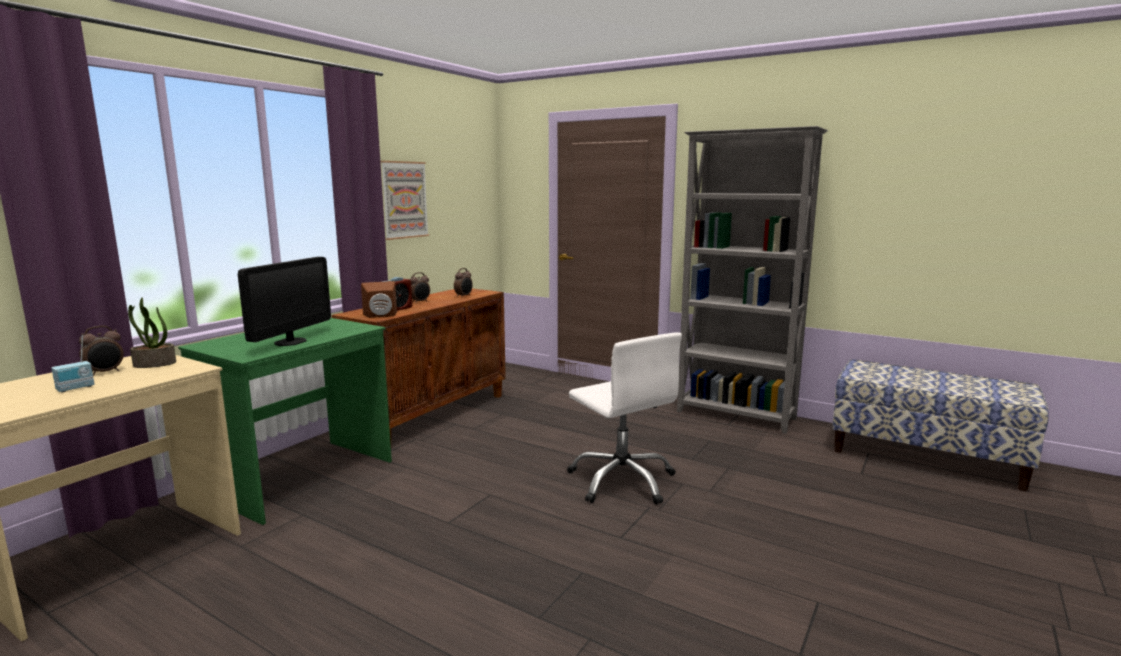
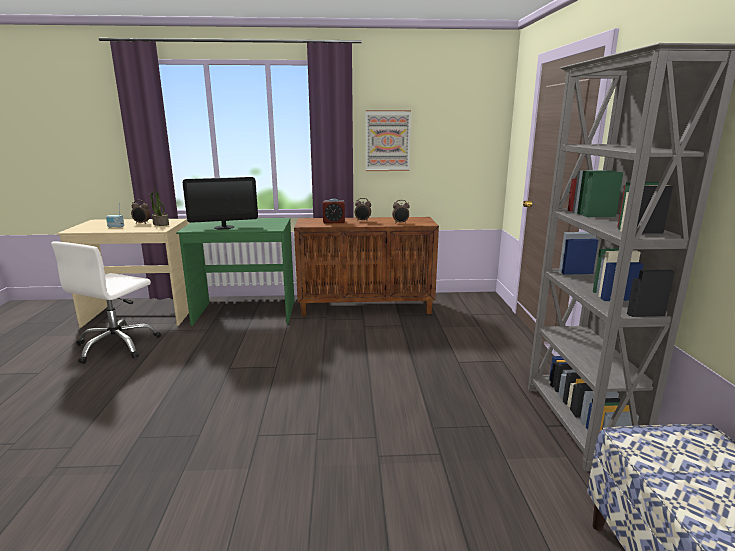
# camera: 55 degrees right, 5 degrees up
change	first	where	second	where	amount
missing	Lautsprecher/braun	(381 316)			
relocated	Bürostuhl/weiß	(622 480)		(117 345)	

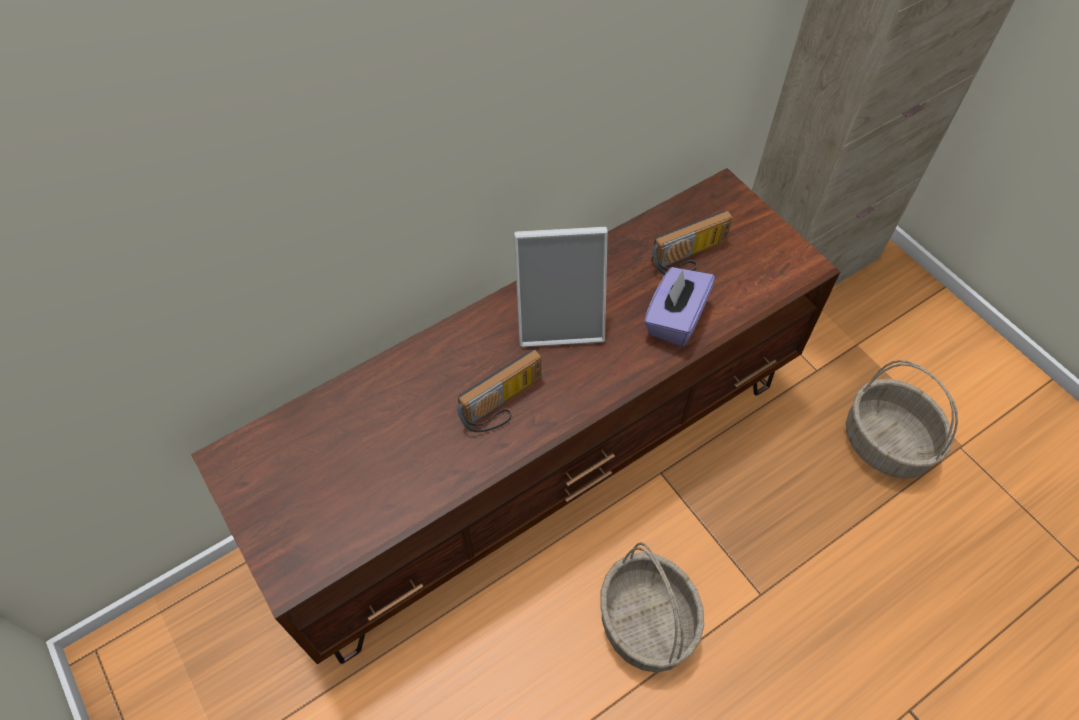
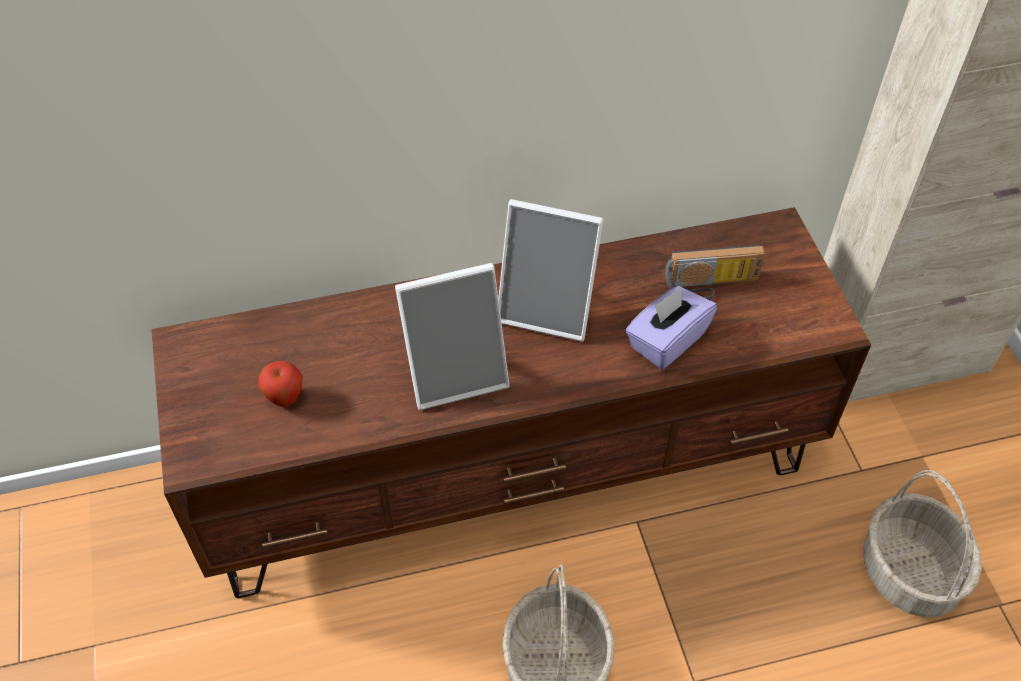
# camera: 20 degrees right, 5 degrees down
change	first	where	second	where	amount
exchanged	Radio	(504 405)	Bilderrahmen	(456 372)	
appeared			Apfel	(285 398)	

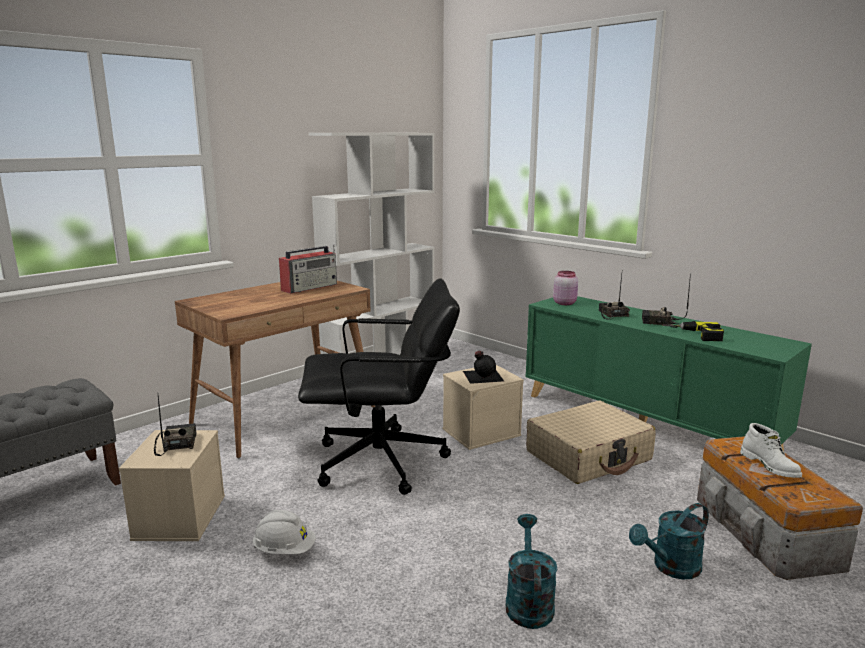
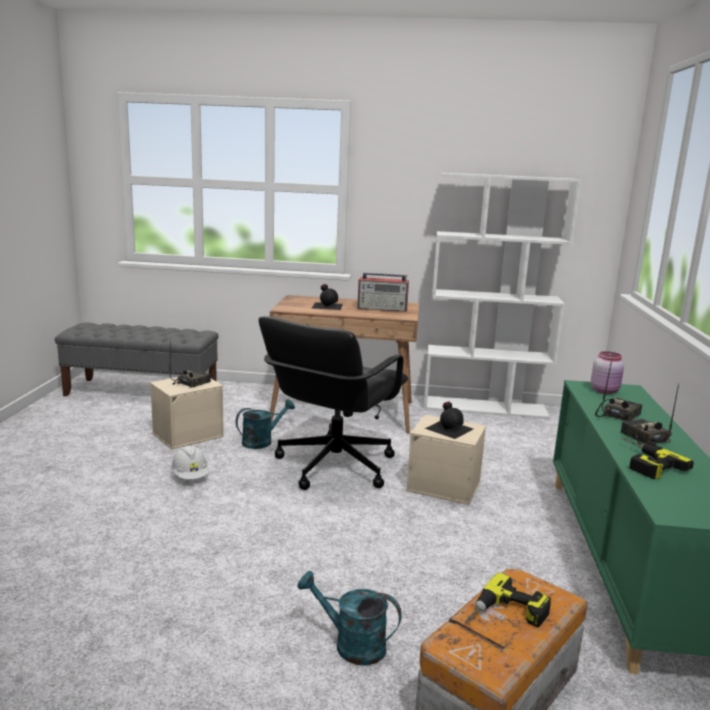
# camera: 50 degrees right, 0 degrees up
change	first	where	second	where	amount
spun	Bürostuhl/schwarz	(382 462)		(333 466)	75 degrees clockwise
missing	Koffer/beige	(589 456)			
exchanged	Stiefel/weiß	(770 466)	Bohrmaschine	(506 616)	
relocated	Gießkanne/türkis	(528 601)		(262 441)	
appeared			Flasche/schwarz	(327 306)	

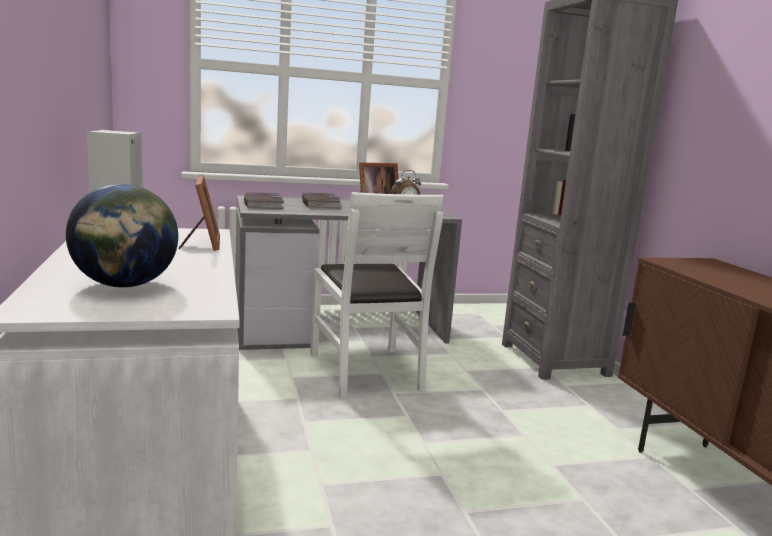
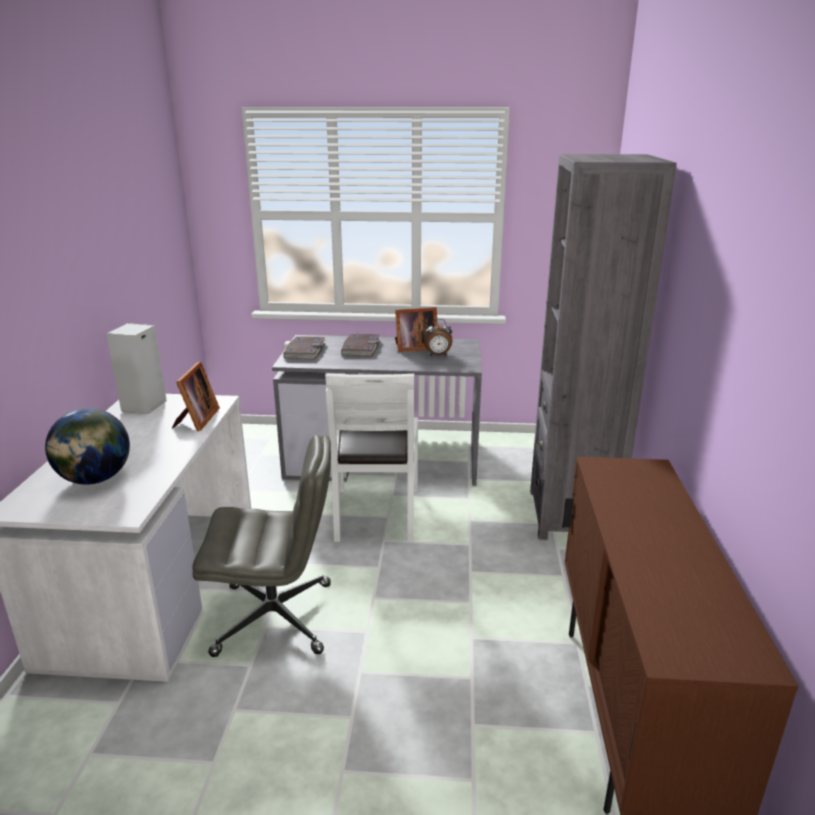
# camera: 20 degrees right, 10 degrees up
change	first	where	second	where	amount
appeared			Bürostuhl/grau	(276 618)	

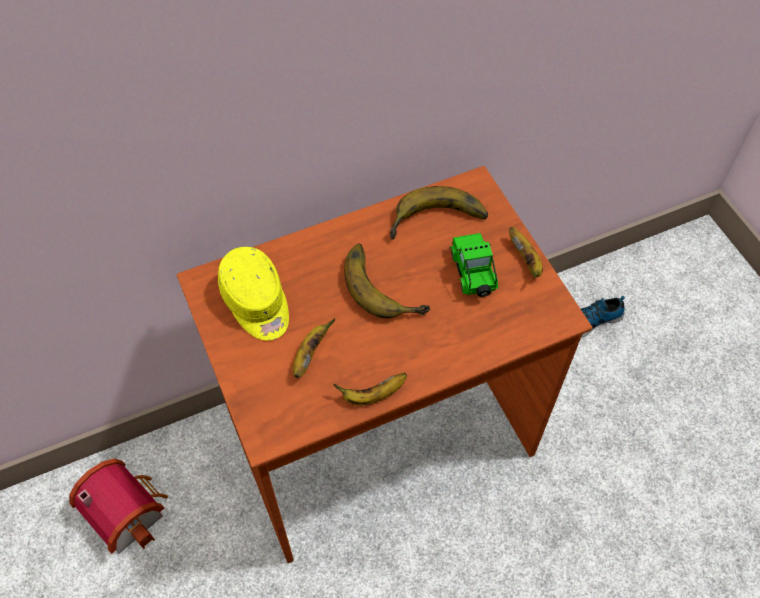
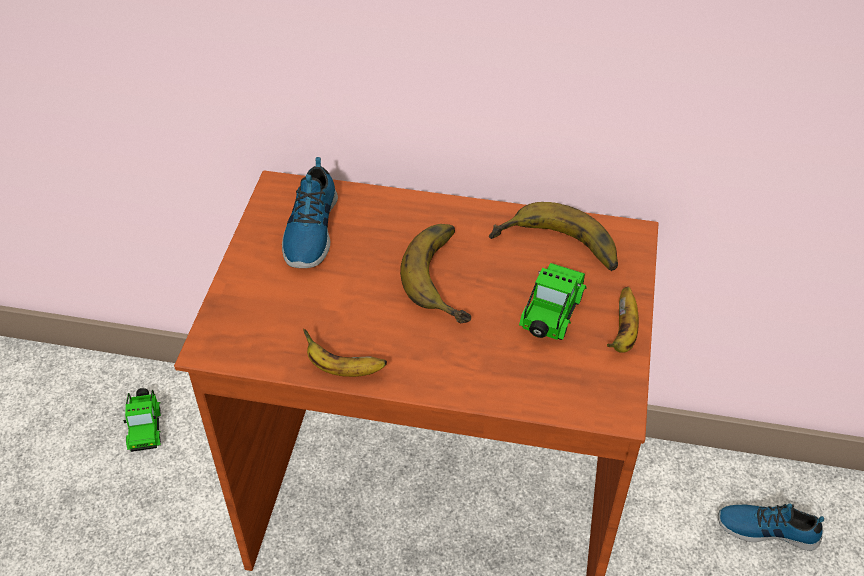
# camera: 35 degrees right, 10 degrees down
change	first	where	second	where	amount
exchanged	Kappe/gelb	(257 303)	Schuh	(309 230)	
missing	Banane	(310 354)			
exchanged	Spielzeughaus	(127 511)	Spielzeugauto	(145 427)	

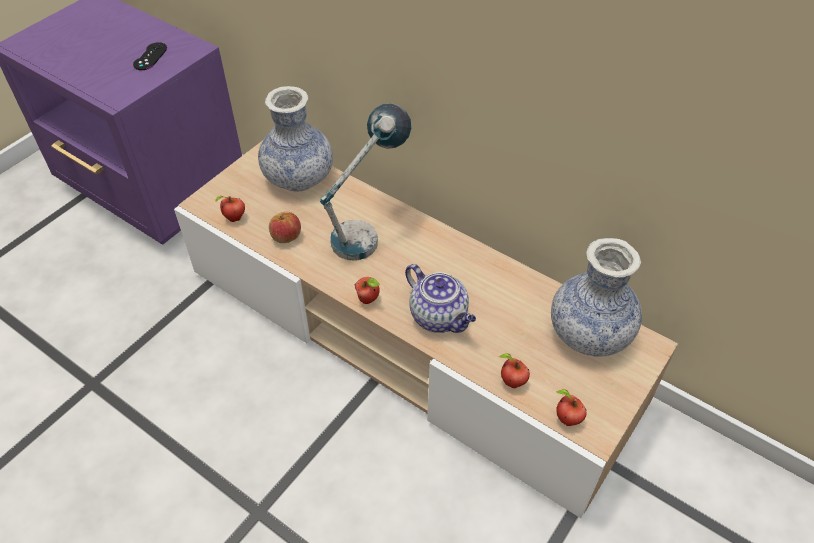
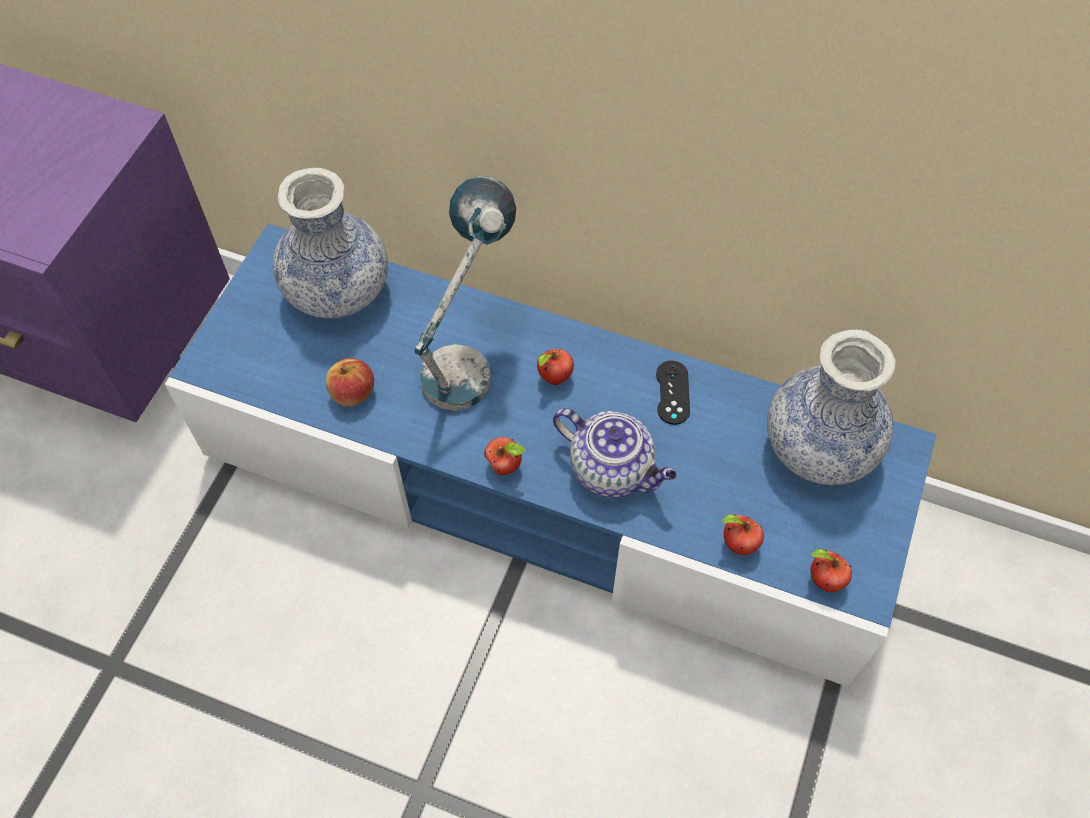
# camera: 15 degrees left, 10 degrees up
change	first	where	second	where	amount
relocated	Gamepad/schwarz	(150 56)		(672 392)	
colour	Fernsehschrank/beige	(407 336)	Fernsehschrank/blau	(545 482)	
relocated	Apfel	(234 219)		(554 378)	

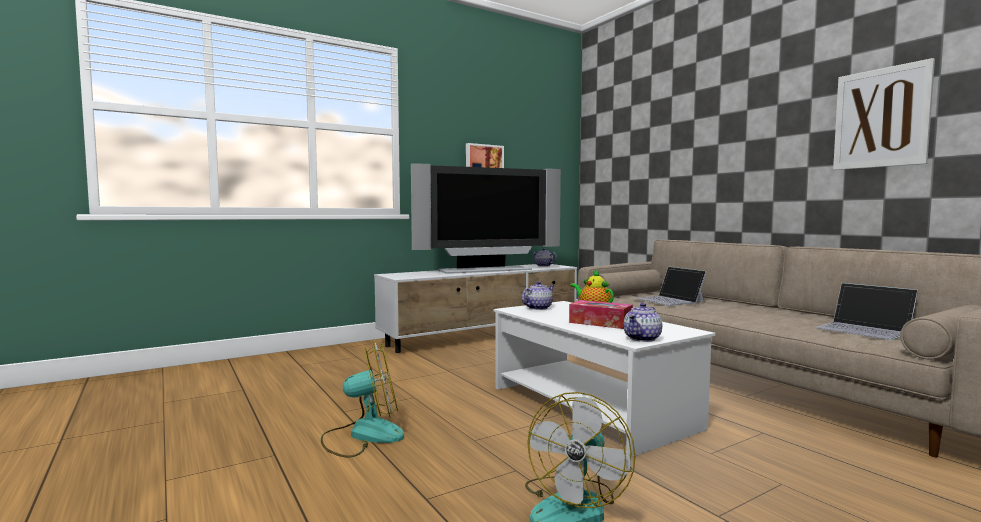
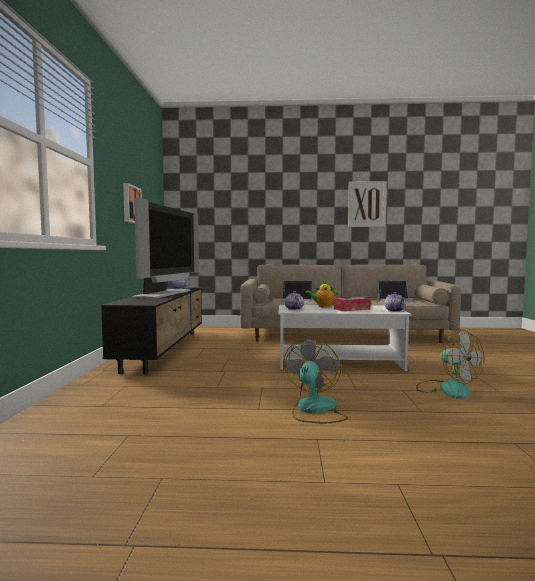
# camera: 55 degrees left, 0 degrees up
change	first	where	second	where	amount
colour	Fernsehschrank/weiß	(483 336)	Fernsehschrank/schwarz	(164 349)	

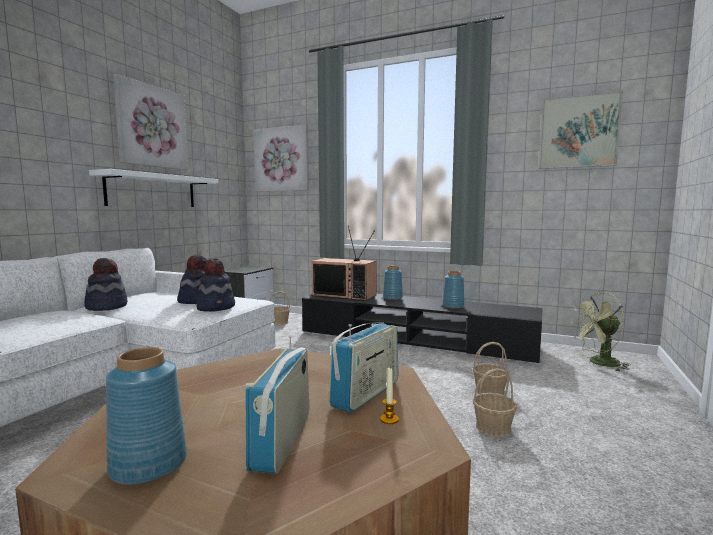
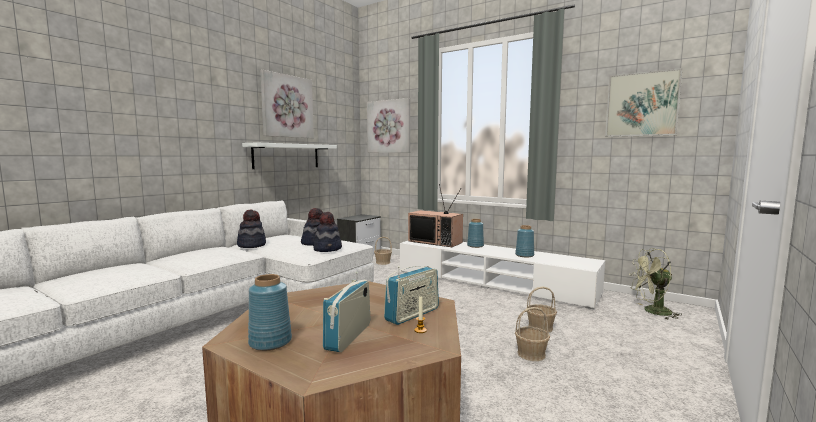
# camera: 10 degrees right, 0 degrees up
change	first	where	second	where	amount
colour	Fernsehschrank/schwarz	(415 340)	Fernsehschrank/weiß	(492 282)	

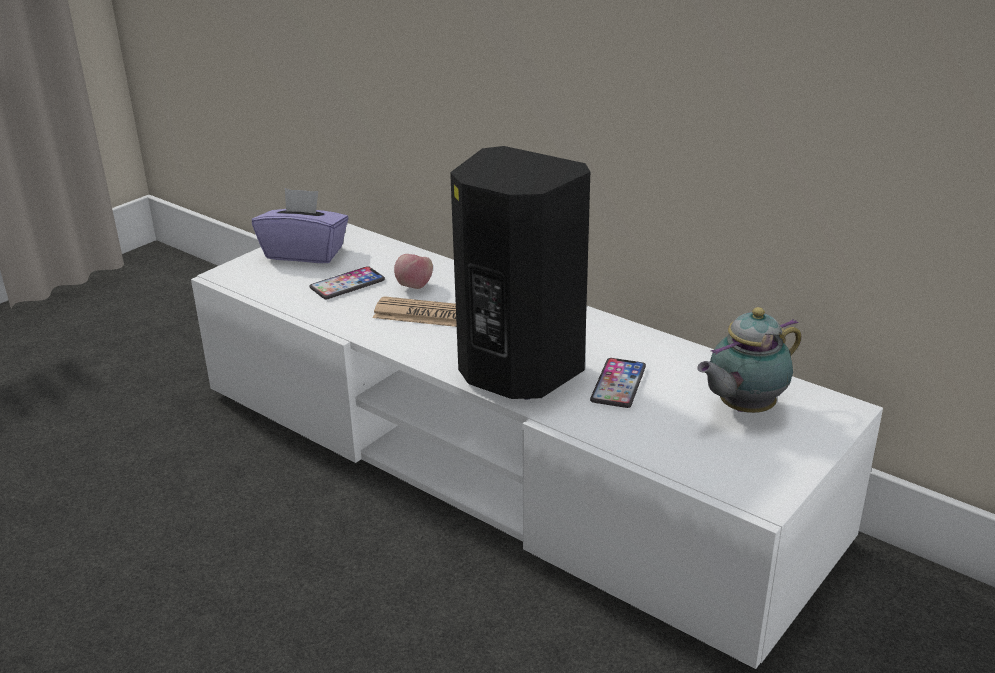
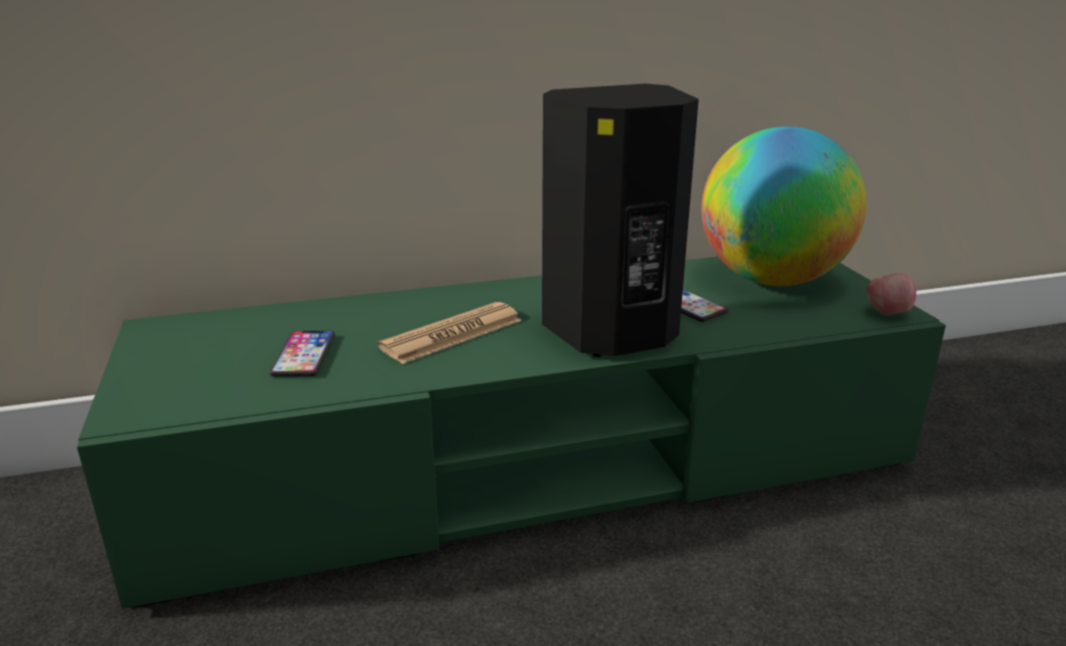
# camera: 55 degrees left, 5 degrees down
change	first	where	second	where	amount
missing	Taschentuchbox/lila	(305 253)			
colour	Fernsehschrank/weiß	(499 461)	Fernsehschrank/grün	(533 467)	
relocated	Apfel	(414 286)		(886 313)	
exchanged	Teekanne	(742 409)	Globus	(771 280)	

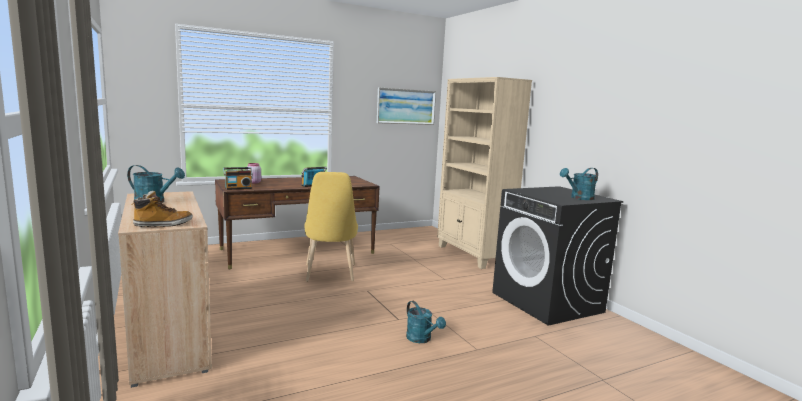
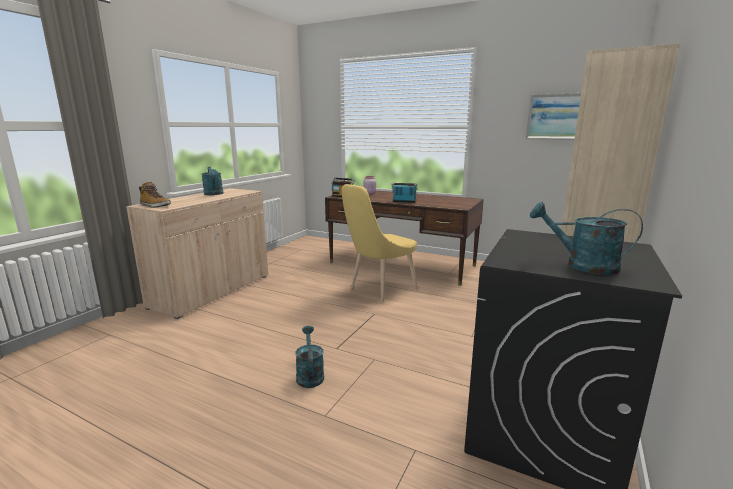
# camera: 55 degrees right, 5 degrees up
change	first	where	second	where	amount
spun	Gießkanne/türkis	(422 339)		(309 374)	150 degrees clockwise

